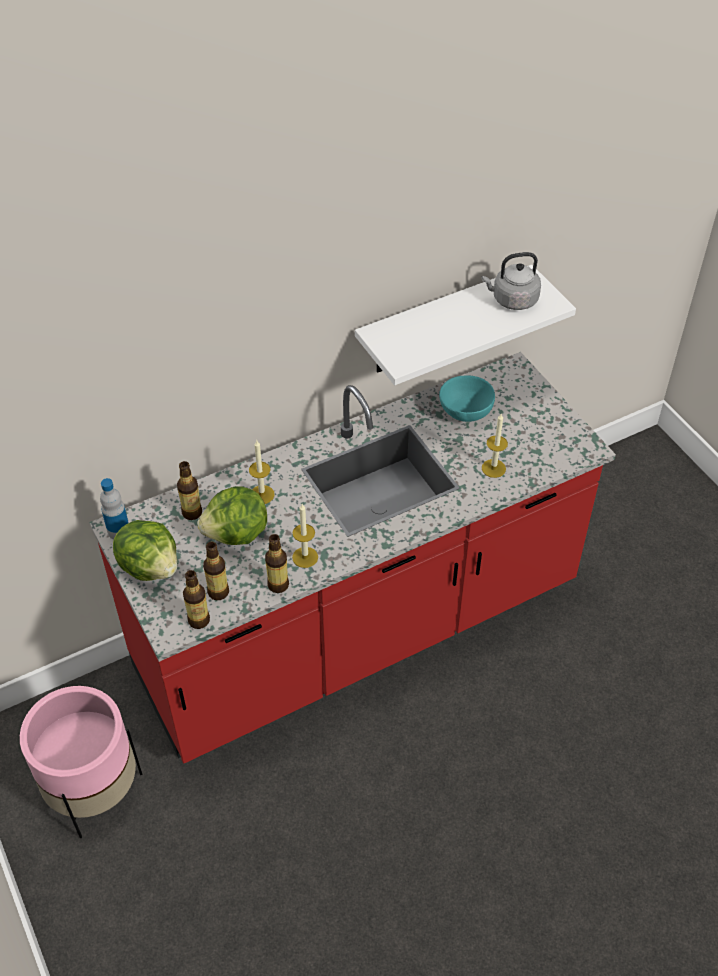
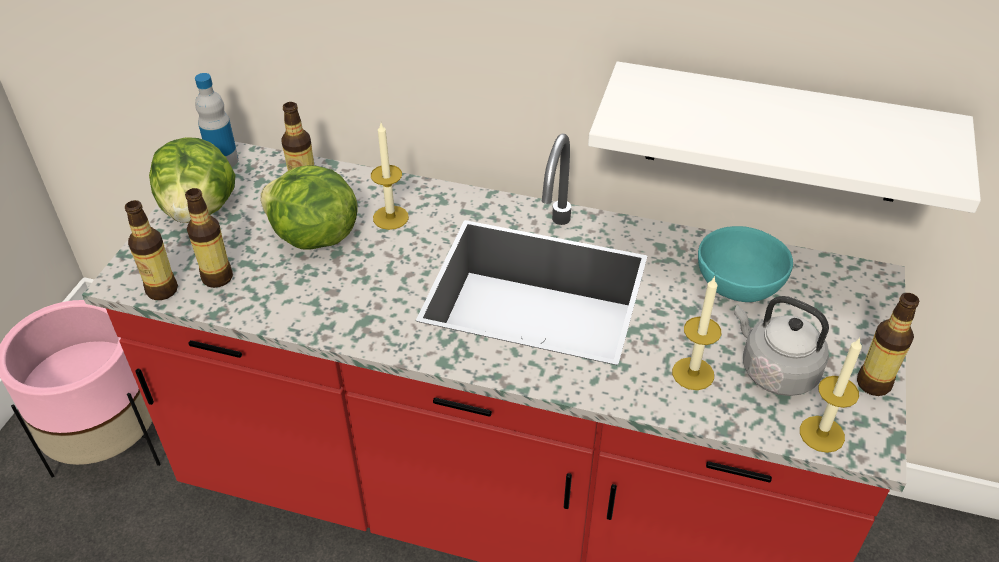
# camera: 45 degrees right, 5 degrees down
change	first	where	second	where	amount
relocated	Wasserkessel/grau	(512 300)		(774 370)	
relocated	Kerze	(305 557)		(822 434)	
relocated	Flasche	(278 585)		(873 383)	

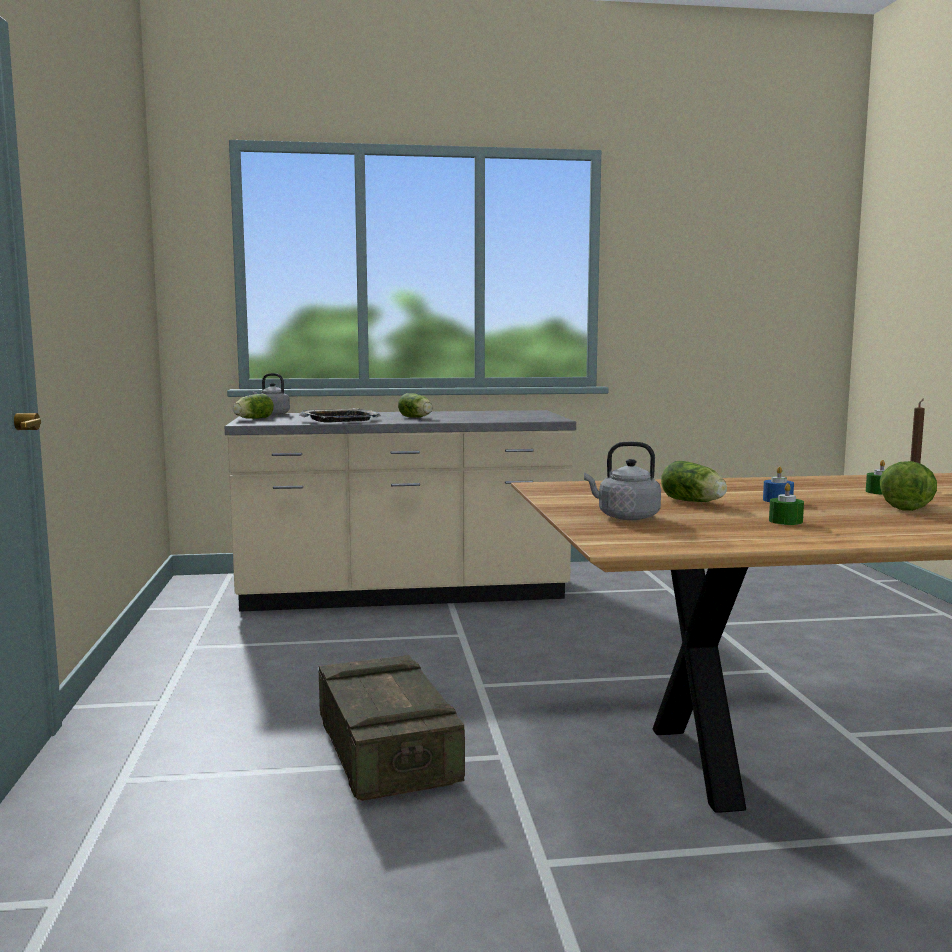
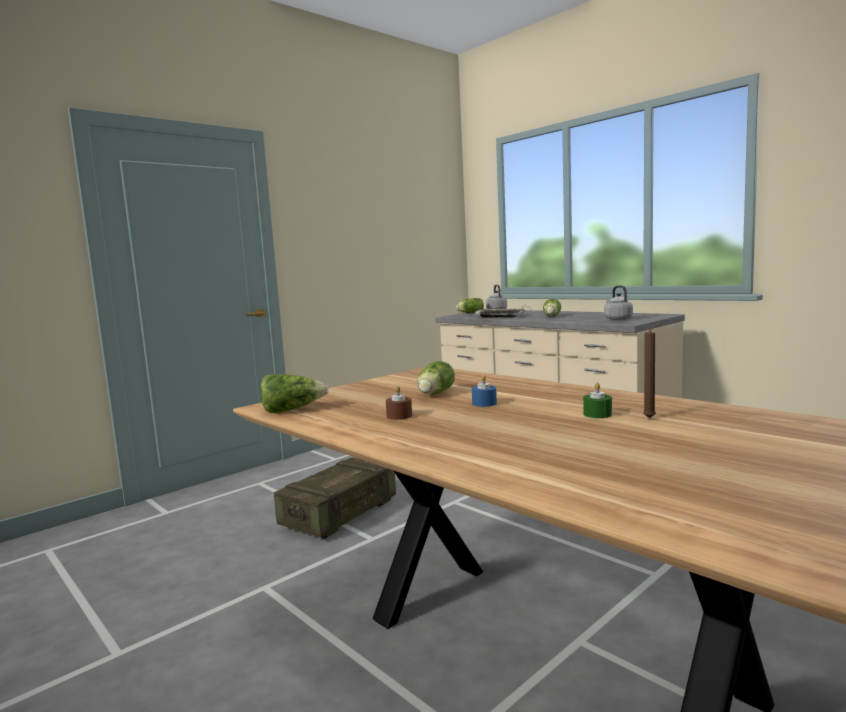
# camera: 55 degrees right, 0 degrees up
change	first	where	second	where	amount
relocated	Wasserkessel/grau	(625 517)		(617 319)	
relocated	Salatkopf	(903 506)		(292 410)	
colour	Kerze/grün	(785 521)	Kerze/braun	(399 416)	

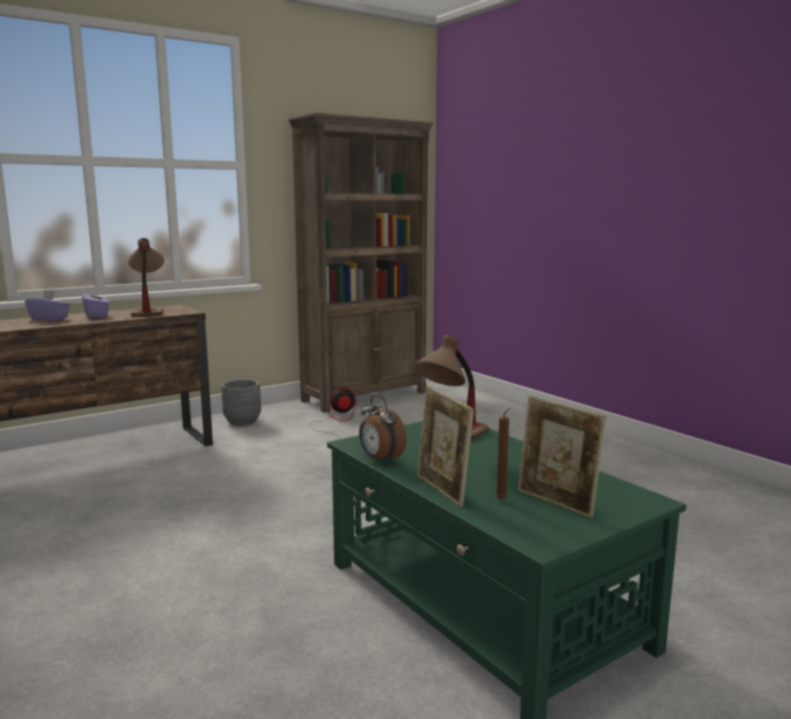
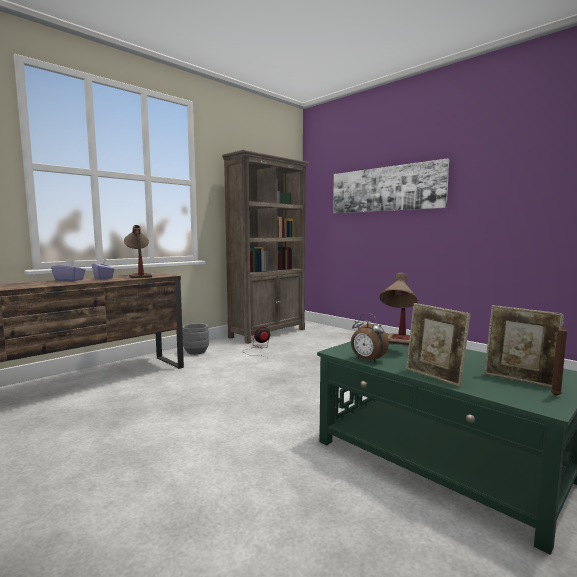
# camera: 10 degrees left, 5 degrees down
change	first	where	second	where	amount
relocated	Kerze/braun	(502 499)		(556 395)	
appeared			Bild	(385 189)	

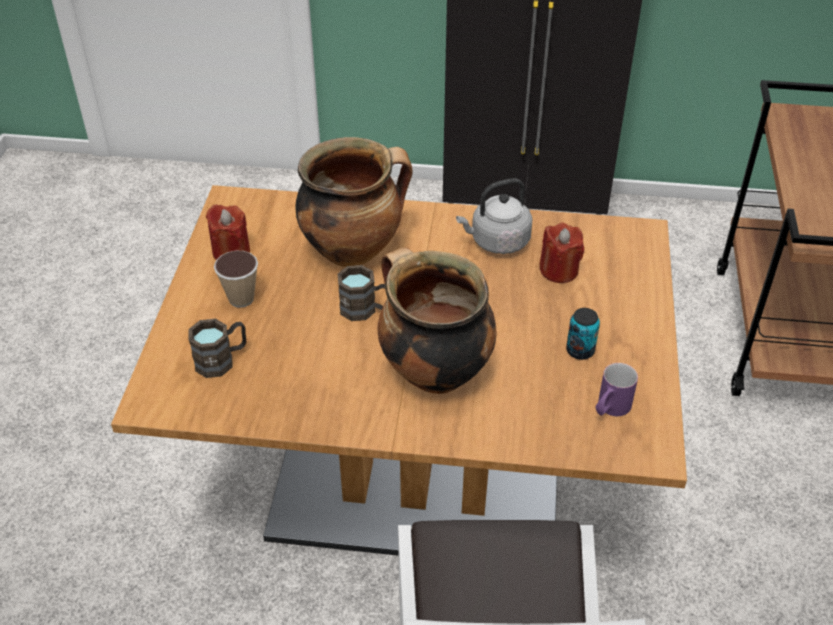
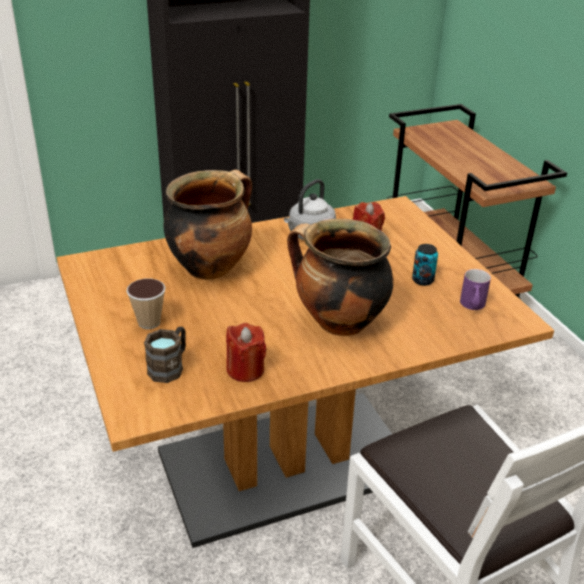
# camera: 30 degrees left, 10 degrees down
change	first	where	second	where	amount
relocated	Kerze/rot	(231 252)		(245 370)	
missing	Henkelbecher/braun	(365 310)			

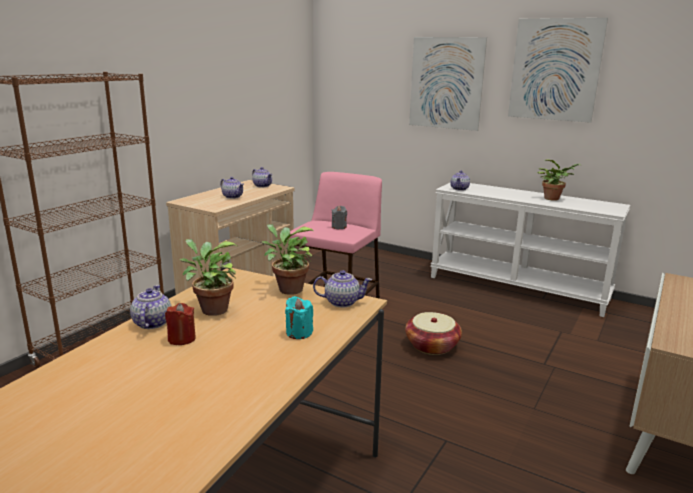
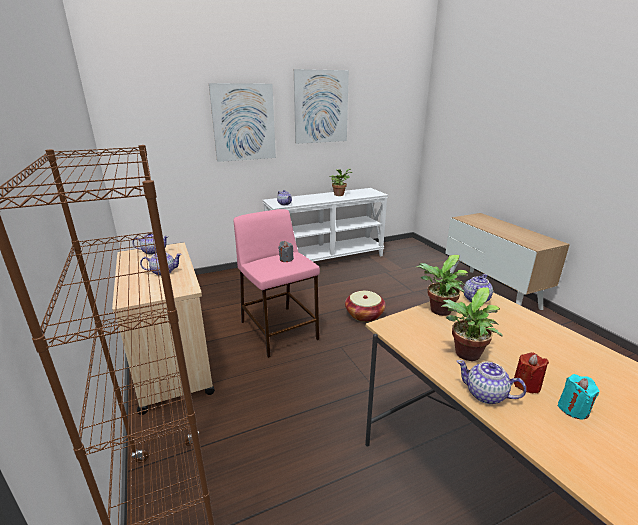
# camera: 55 degrees left, 5 degrees up
change	first	where	second	where	amount
relocated	Kerze/türkis	(299 333)		(573 409)	

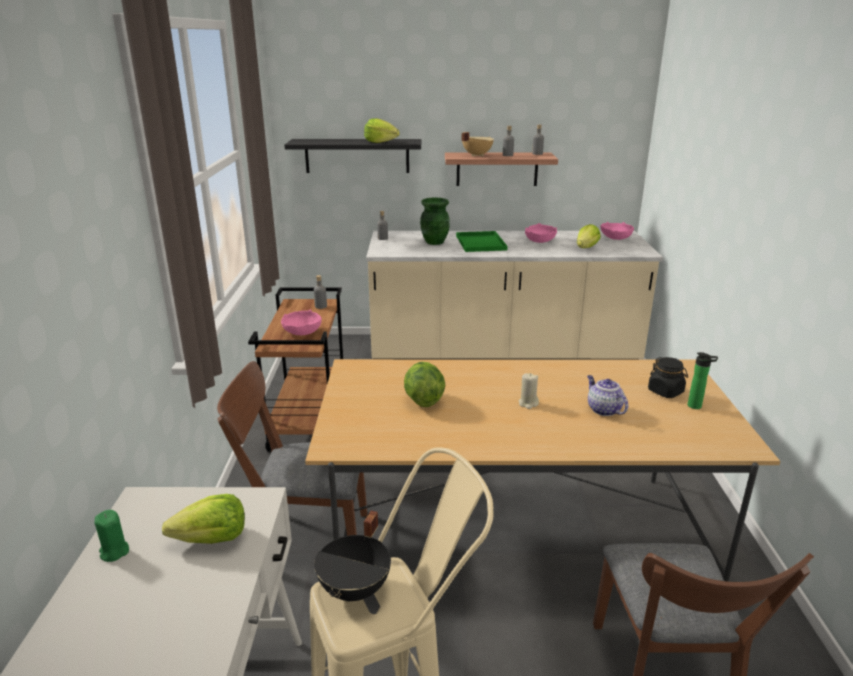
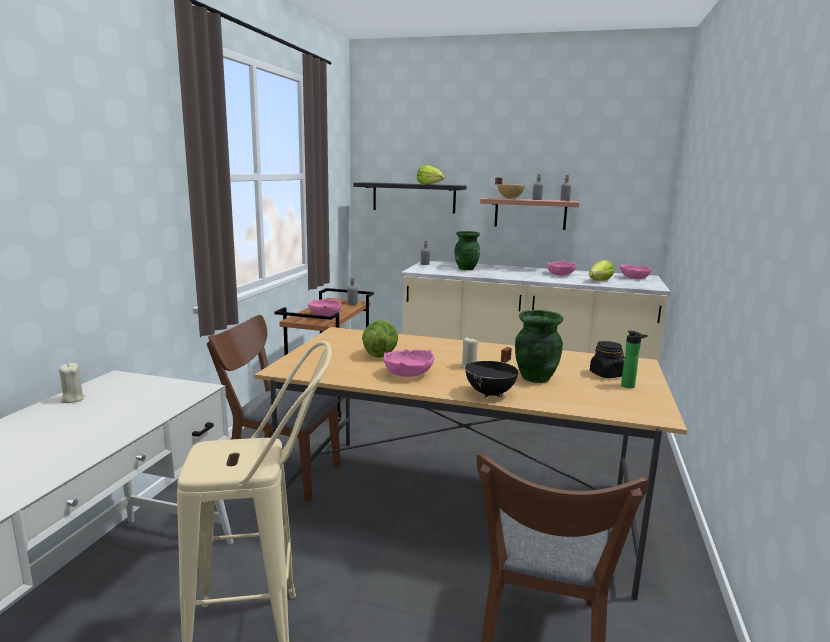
# camera: 15 degrees right, 10 degrees down
change	first	where	second	where	amount
missing	Tablett/grün	(481 243)			
exchanged	Teekanne	(603 409)	Vase/grün	(535 378)	
missing	Salatkopf	(212 539)			
colour	Kerze/grün	(114 552)	Kerze/beige	(72 399)	
relocated	Kochtopf/schwarz	(356 589)		(491 394)	
appeared			Schüssel/rosa	(408 374)	

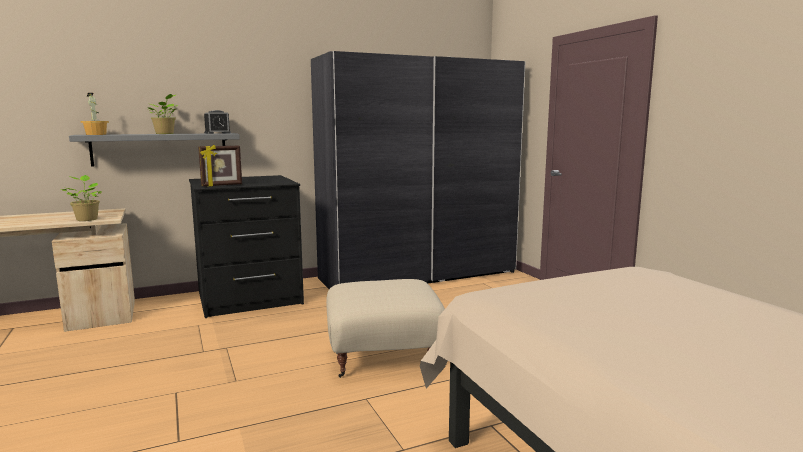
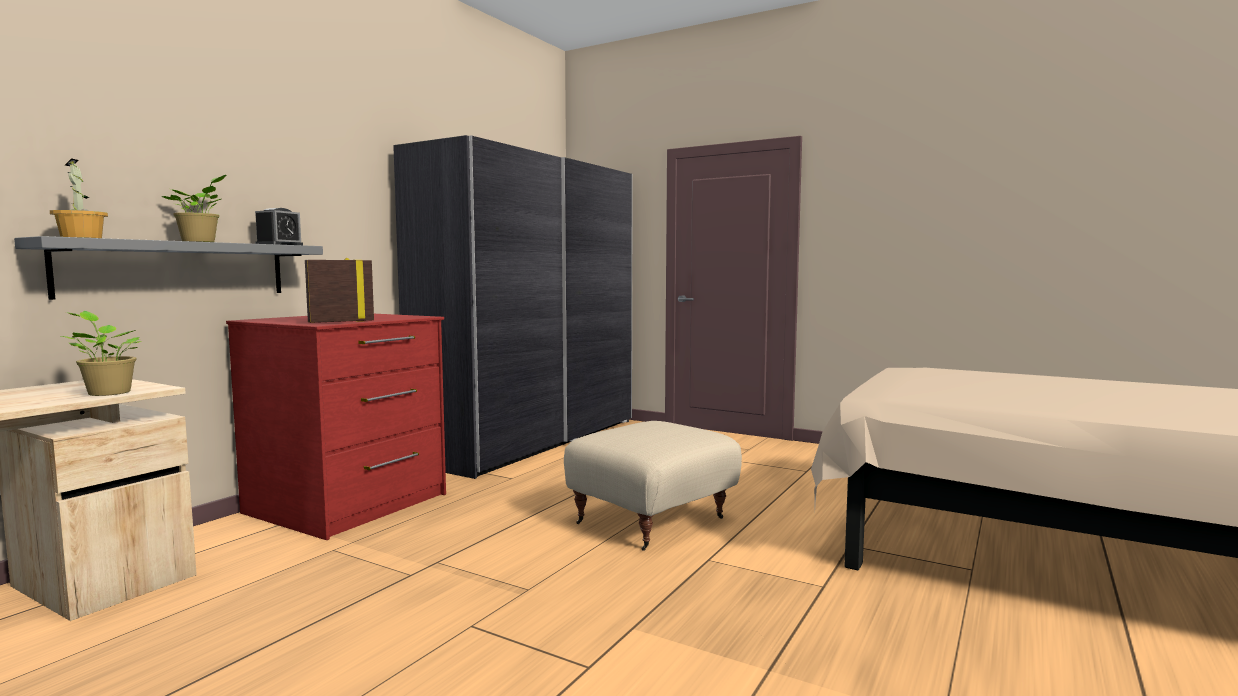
# camera: 35 degrees left, 5 degrees down
change	first	where	second	where	amount
spun	Bilderrahmen	(222 185)		(341 322)	150 degrees counterclockwise
colour	Kommode/schwarz	(249 298)	Kommode/rot	(349 504)	

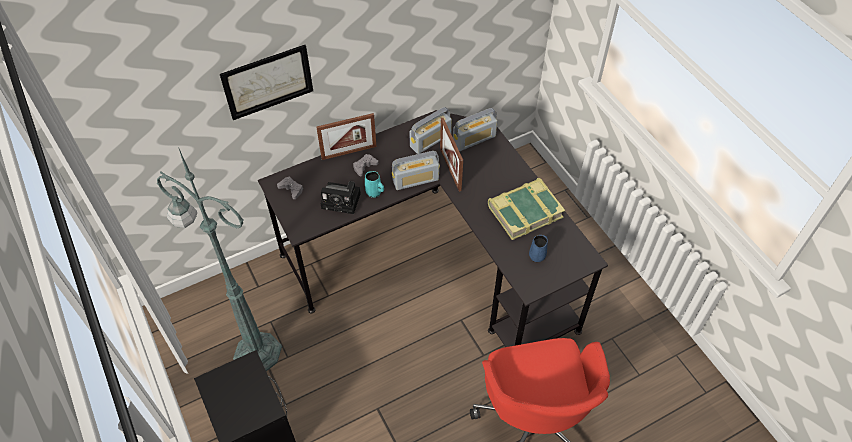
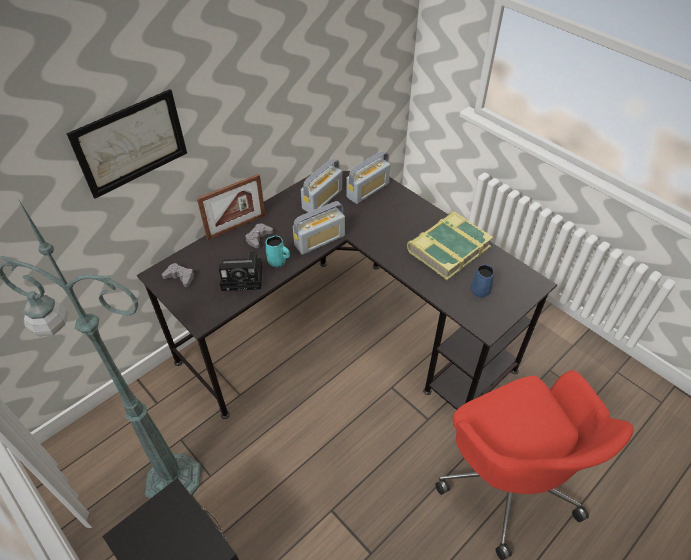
# camera: 15 degrees left, 5 degrees down
change	first	where	second	where	amount
missing	Bilderrahmen	(450 170)			

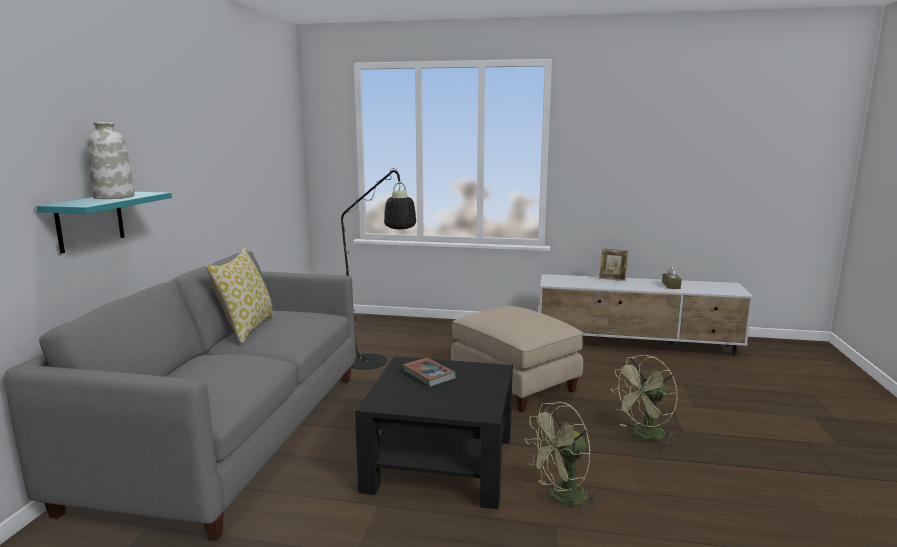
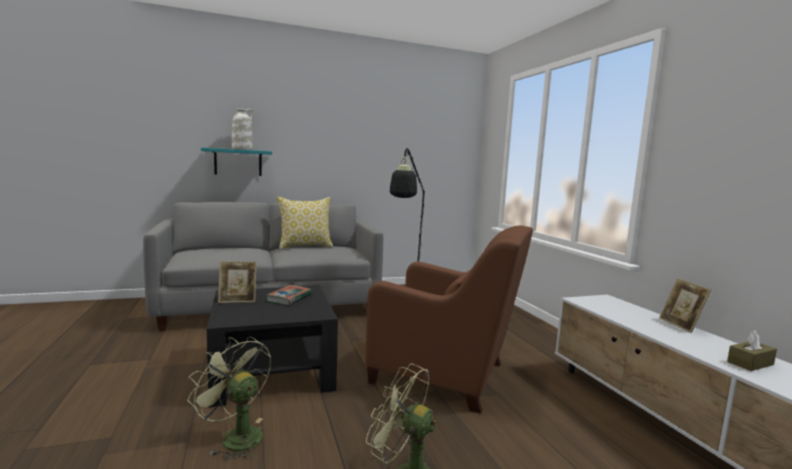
# camera: 60 degrees right, 5 degrees down
change	first	where	second	where	amount
exchanged	Polsterhocker/beige	(515 384)	Sessel/braun	(444 374)	
appeared			Bilderrahmen	(237 300)	

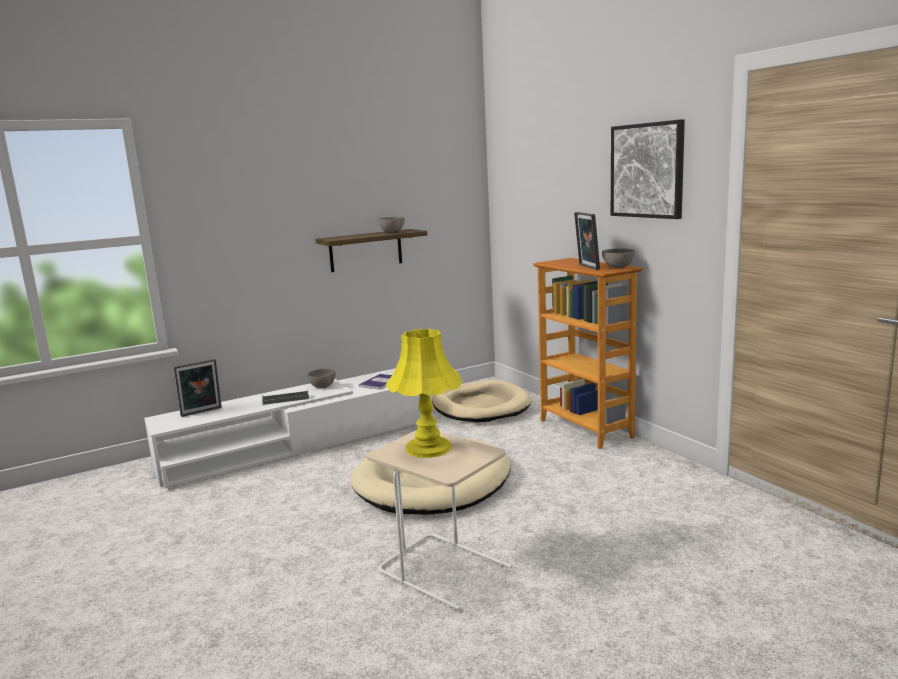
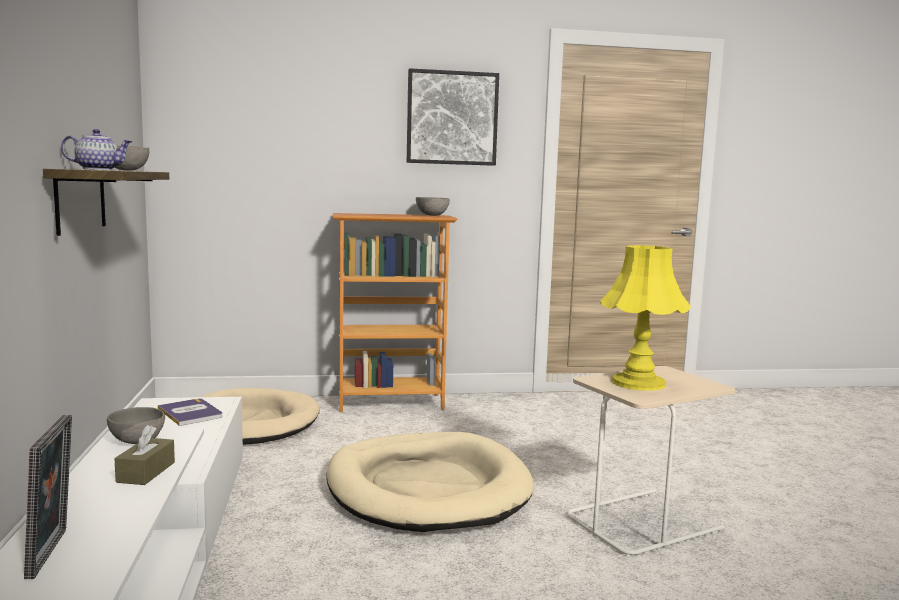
# camera: 70 degrees left, 5 degrees down
change	first	where	second	where	amount
missing	Bilderrahmen	(586 267)			
exchanged	Tablett/grau	(286 399)	Taschentuchbox/braun	(146 472)	
appeared			Teekanne	(98 169)	

